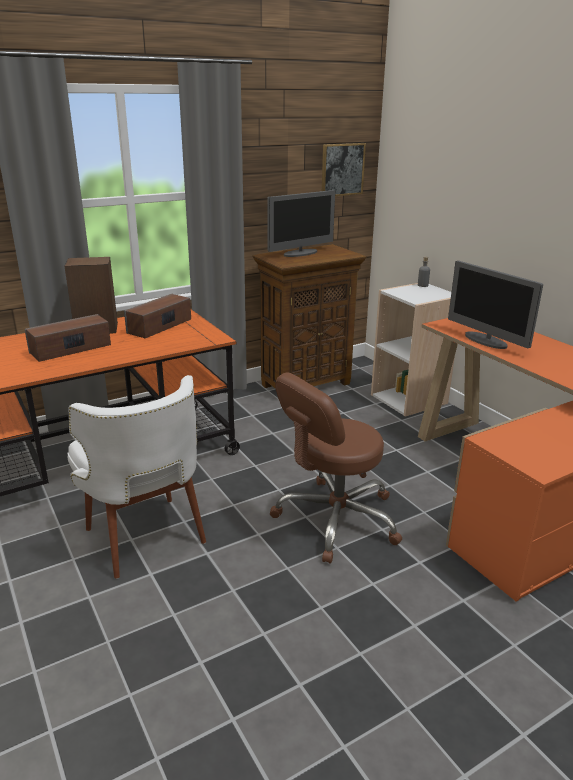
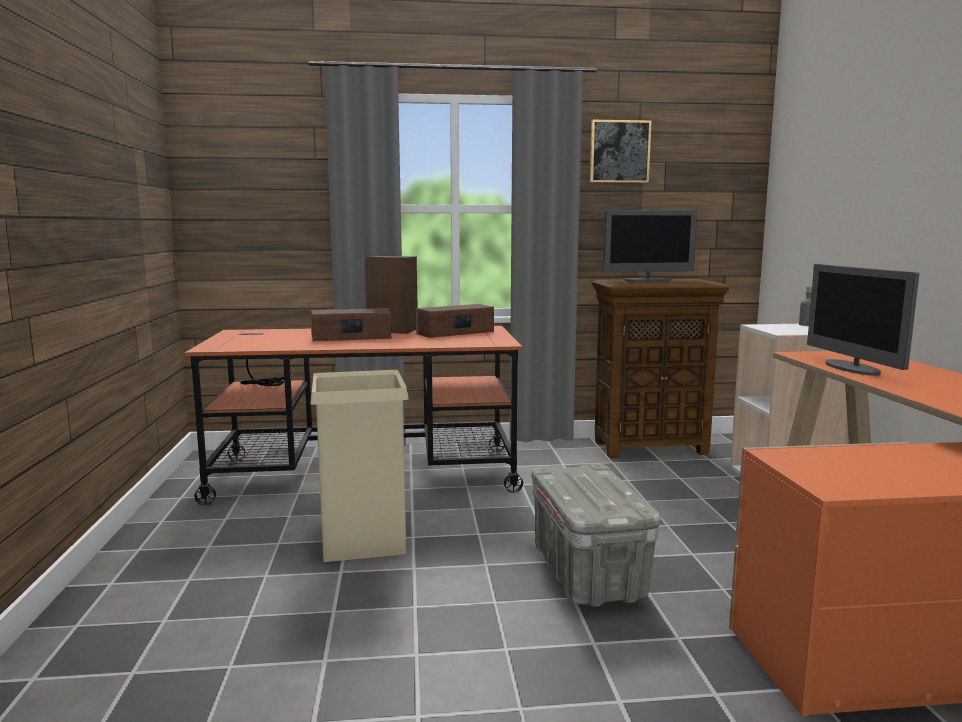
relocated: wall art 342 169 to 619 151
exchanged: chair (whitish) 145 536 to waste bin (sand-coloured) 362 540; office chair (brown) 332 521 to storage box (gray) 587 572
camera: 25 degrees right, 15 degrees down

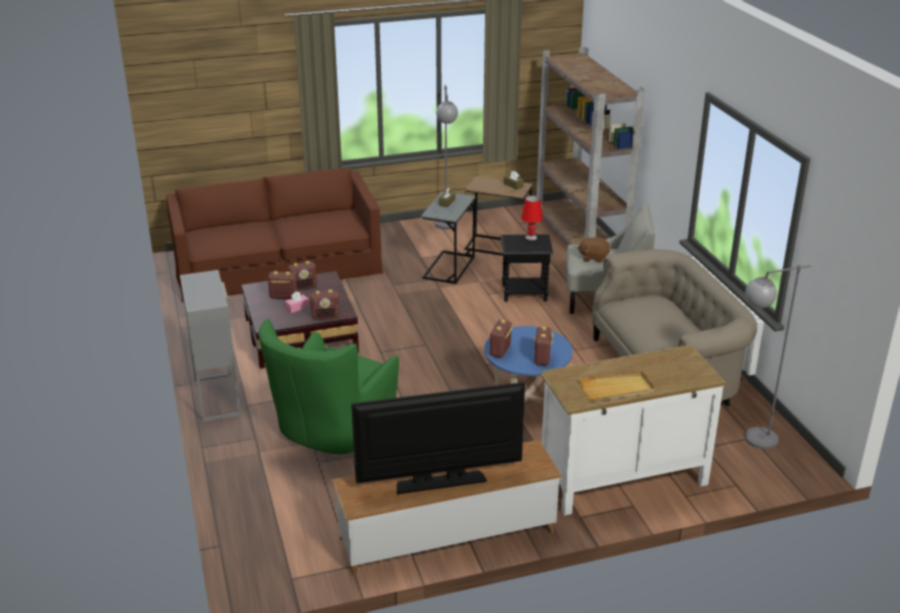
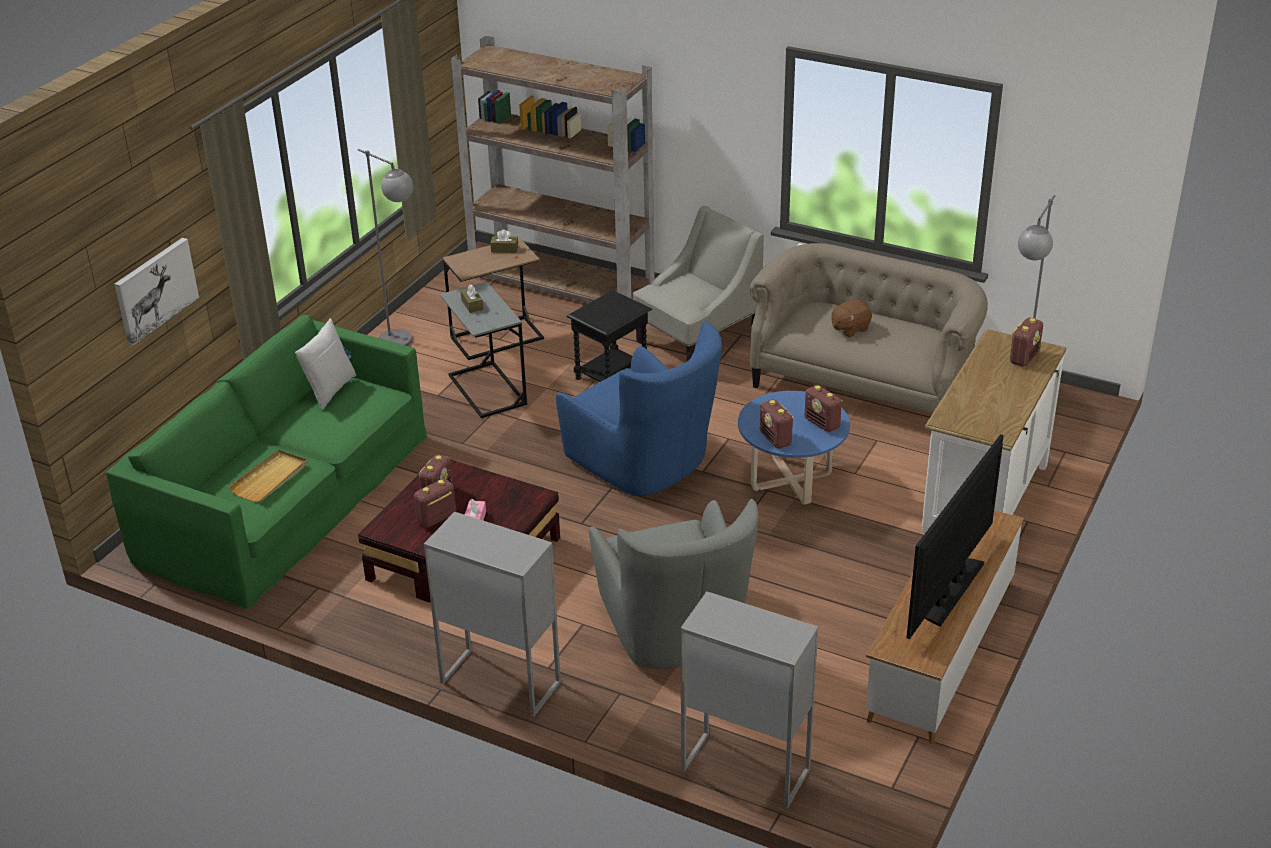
missing: lamp for a table (reddish) 531 237
appeared: wall art 155 290; pillow (gray) 330 391; easy chair (blue-coloured) 644 463; cupboard (gray) 744 768
relocated: radio set 326 316 to 1024 358; plush toy (brown) 593 258 to 849 328; carrying tray (sand-coloured) 617 389 to 270 478
colour: sofa (brown) 277 266 to sofa (greenish) 285 498; easy chair (greenish) 331 428 to easy chair (gray) 675 630
camera: 45 degrees left, 5 degrees up

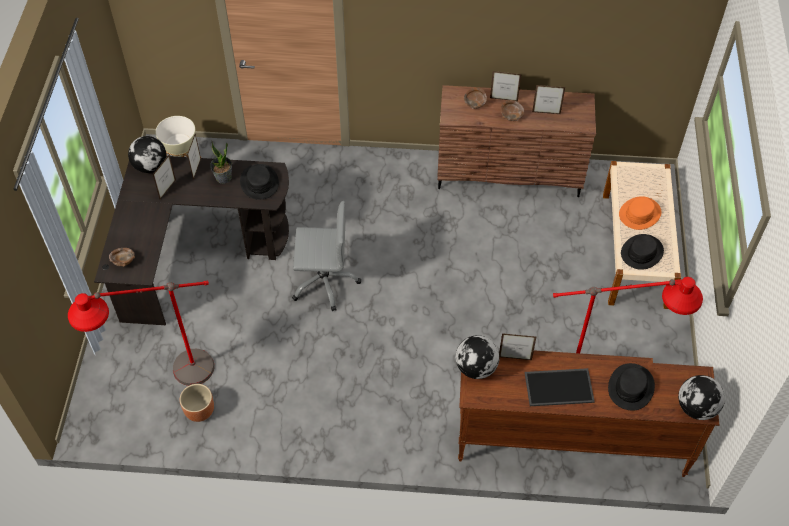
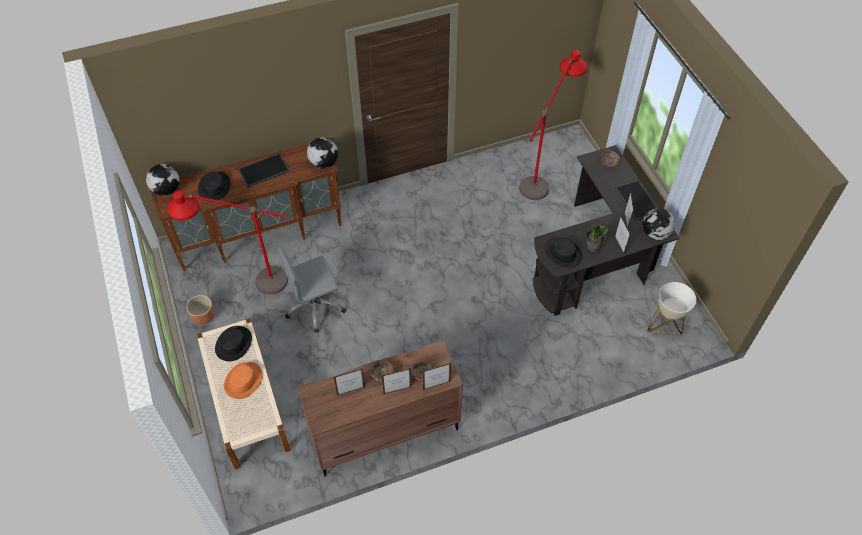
appeared: carrying tray 635 200
relocated: planter (brown) 199 411 to 204 317; office chair (gray) 324 282 to 315 307; picture frame 514 358 to 436 385
camera: 155 degrees right, 0 degrees up

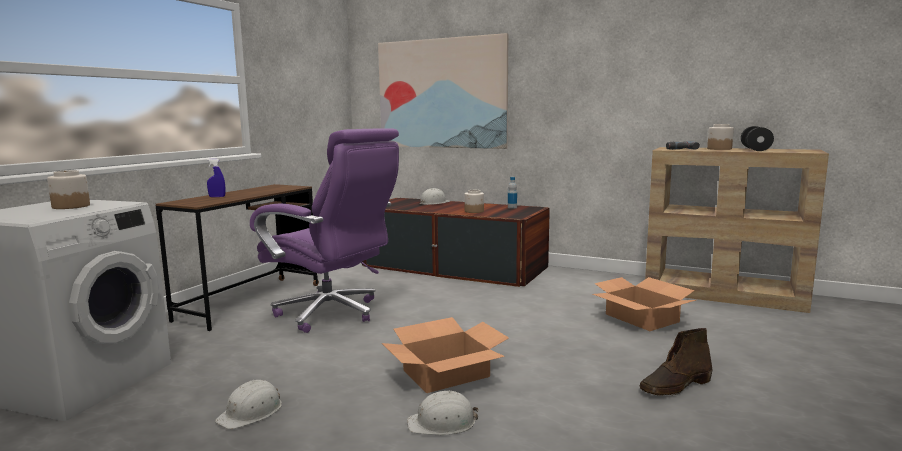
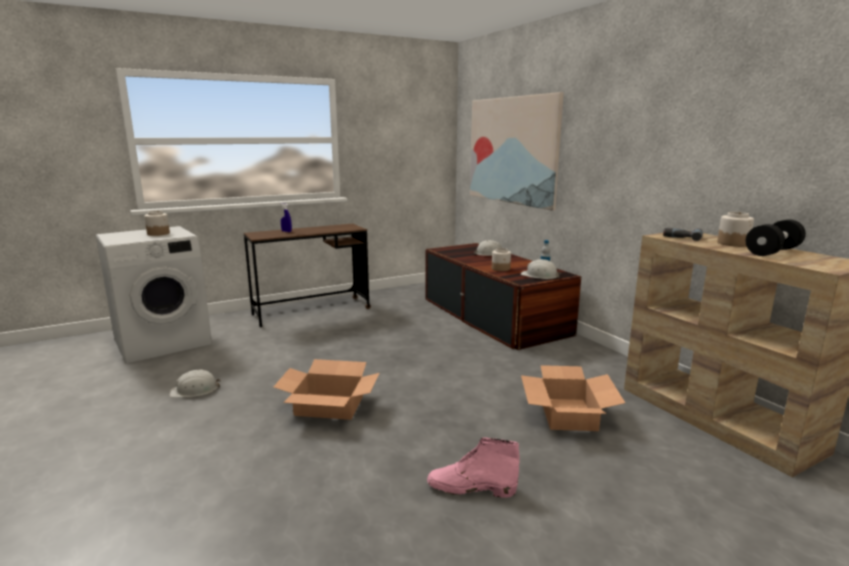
missing: office chair (purplish) 333 314
relocated: safety helmet (whitish) 442 423 to 539 275
colour: boot (brown) 675 386 to boot (pink-coloured) 470 488
camera: 35 degrees right, 5 degrees up

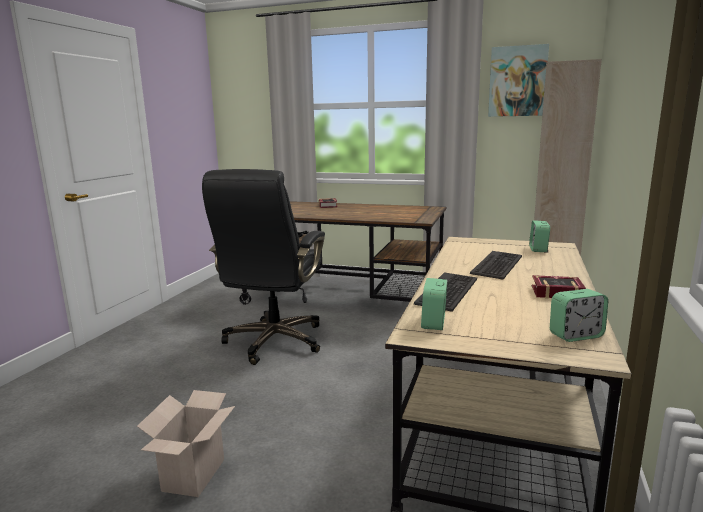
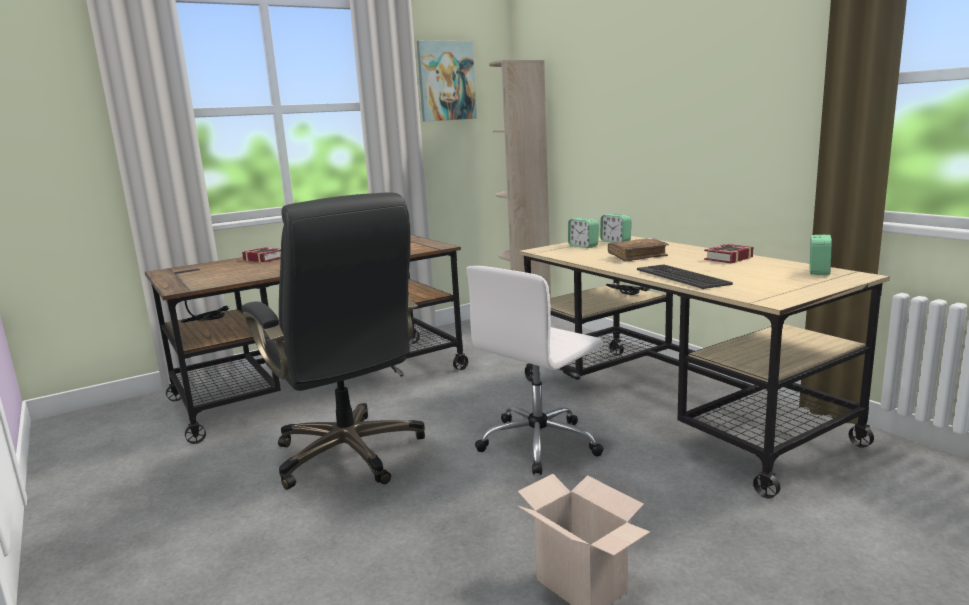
appeared: office chair (whitish) 540 443
relocated: table clock 434 323 to 583 246
exchanged: computer keyboard 498 265 to volume (brown) 637 256
camera: 50 degrees left, 0 degrees up

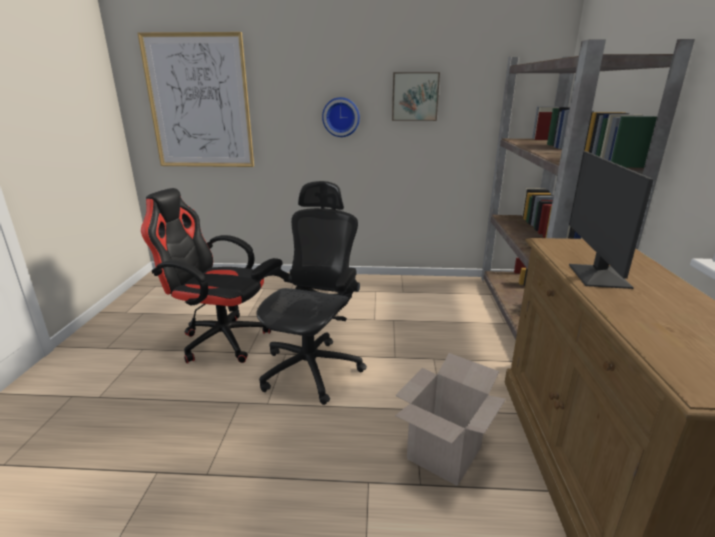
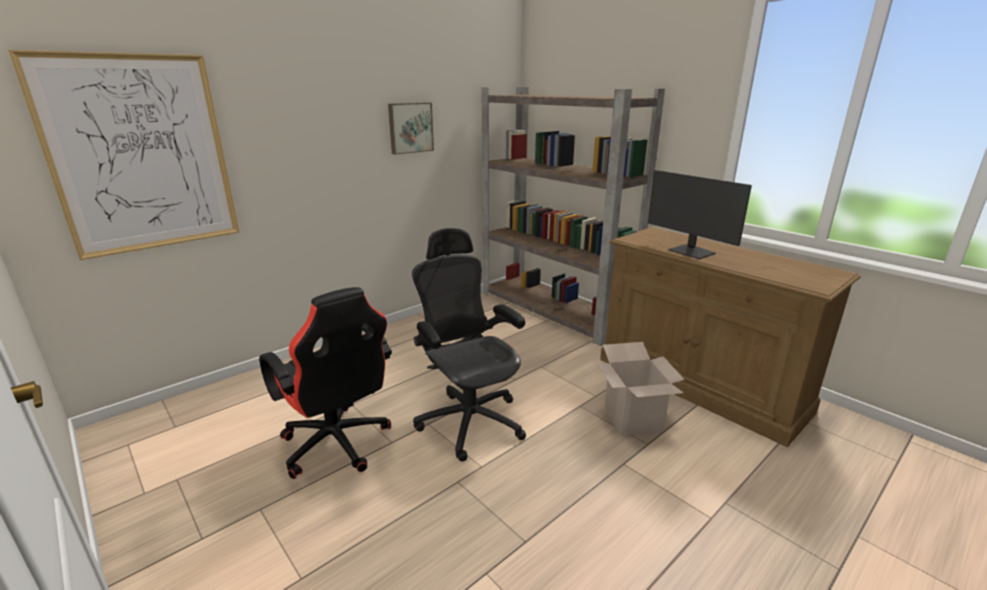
missing: wall clock 341 117
spun: office chair (black) 219 339 = 339 449 105 degrees counterclockwise
camera: 45 degrees left, 0 degrees up

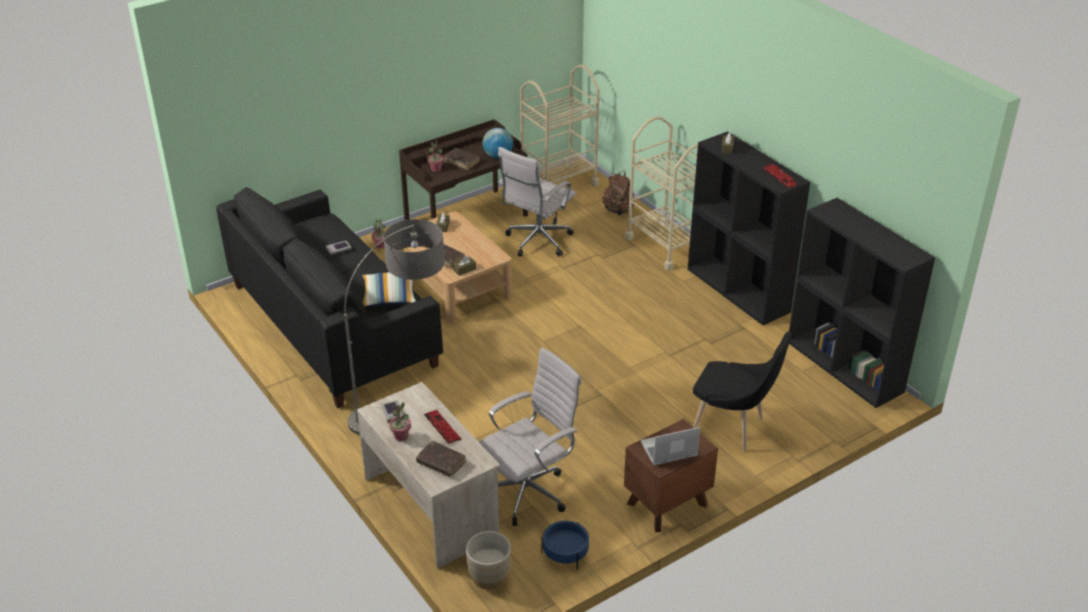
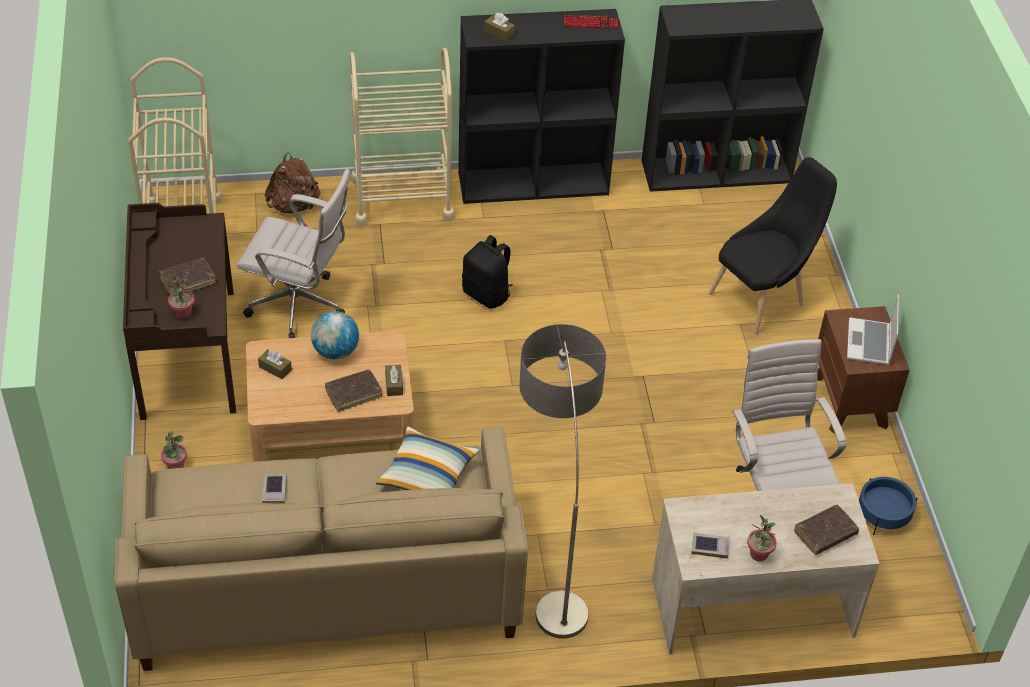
missing: computer keyboard 442 427; planter (sand-coloured) 489 576
appeared: rucksack (black) 487 294
relocated: globe 498 156 to 335 351
colour: sofa (black) 333 324 to sofa (sand-coloured) 326 583
spun: office chair (whitish) 536 242 = 301 307 45 degrees counterclockwise
camera: 65 degrees left, 10 degrees up

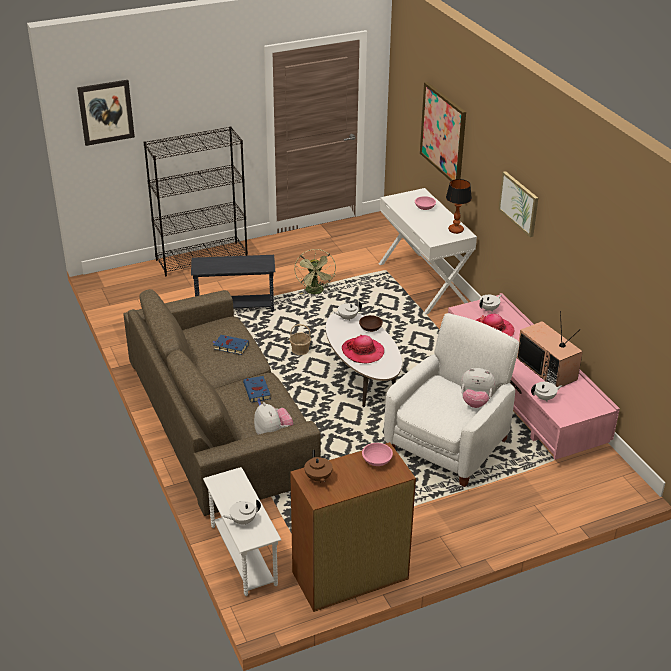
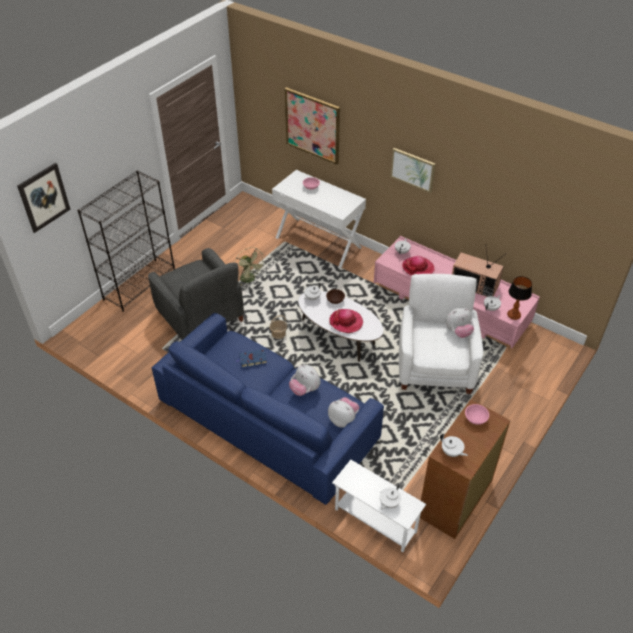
relocated: lamp for a table 456 230 to 514 315
exchanged: side table (gray) 235 307 to easy chair (gray) 200 317; volume (blue-coloured) 257 392 to plush toy 305 389
colour: sofa (brown) 220 419 to sofa (blue-coloured) 268 418; tea pot (brown) 318 478 to tea pot (whitish) 451 452
camera: 30 degrees left, 10 degrees up

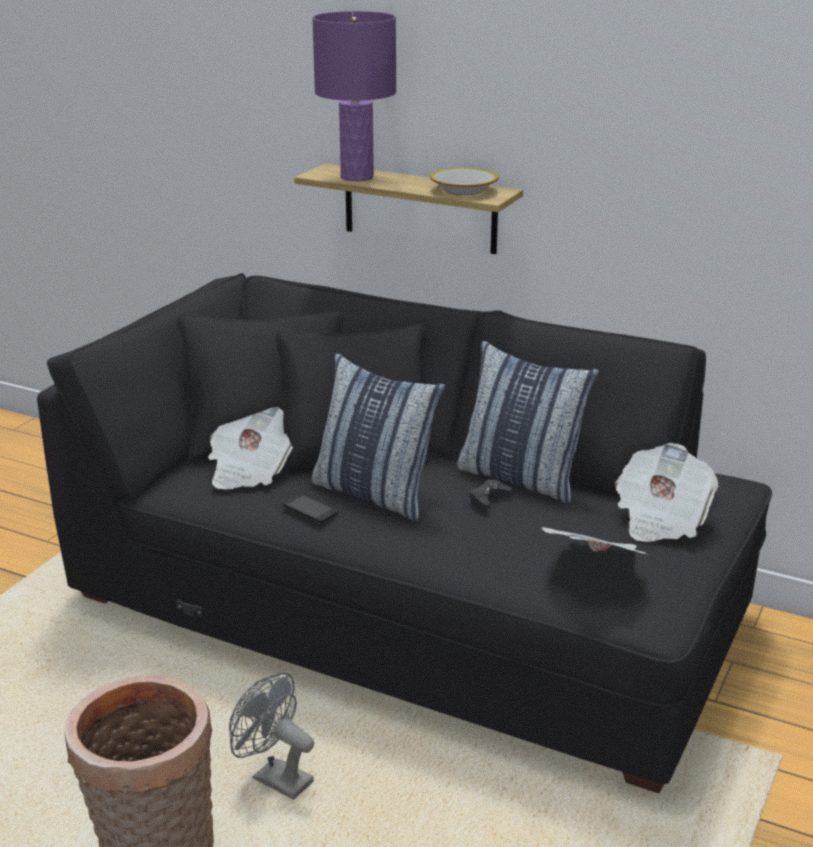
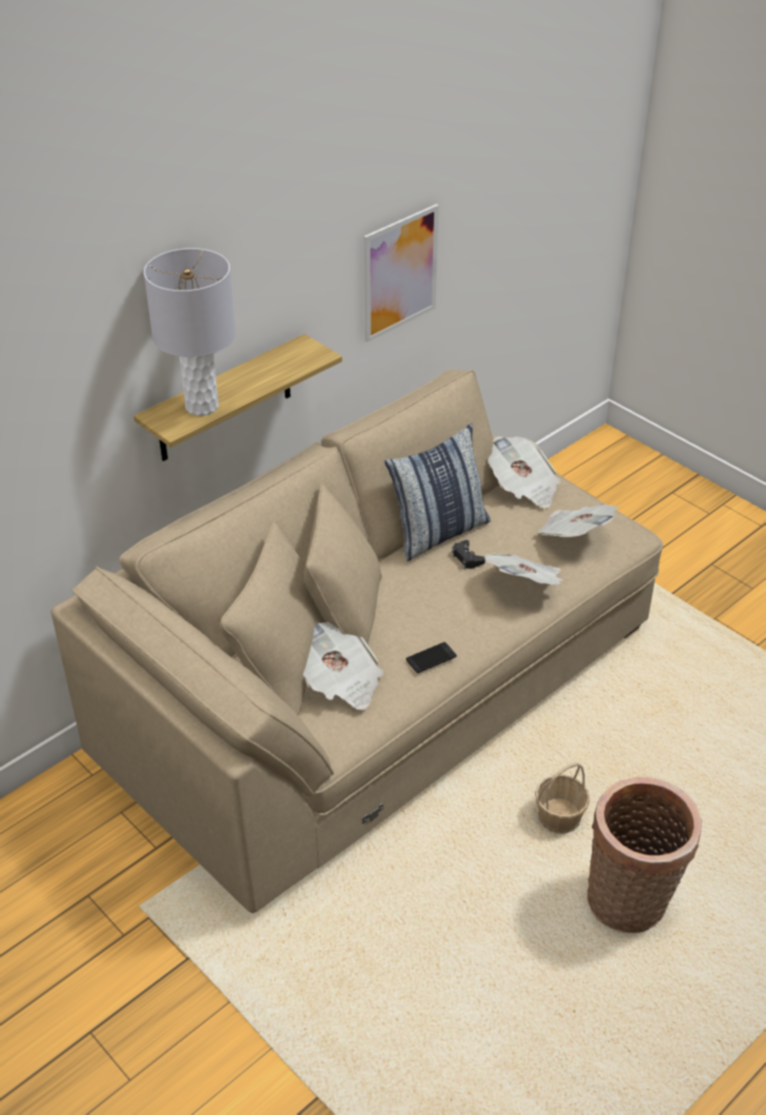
missing: pillow 374 494; bowl 463 190
appeared: wall art 400 273; daily paper 526 584
exchanged: cooling fan (gray) 274 778 to household basket 559 817
colour: sofa (black) 408 608 to sofa (sand-coloured) 383 689; lamp for a table (purplish) 357 177 to lamp for a table (gray) 202 406
camera: 70 degrees left, 15 degrees up

